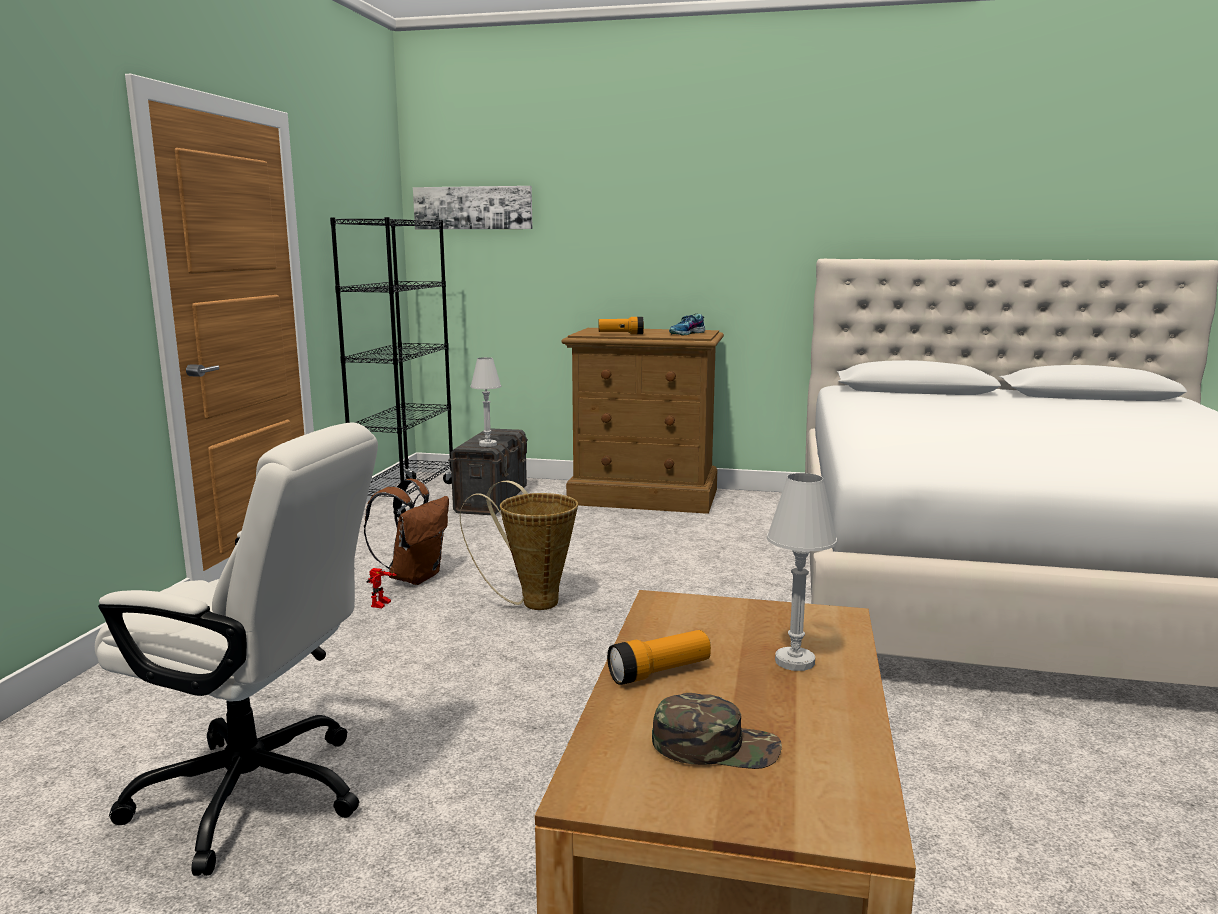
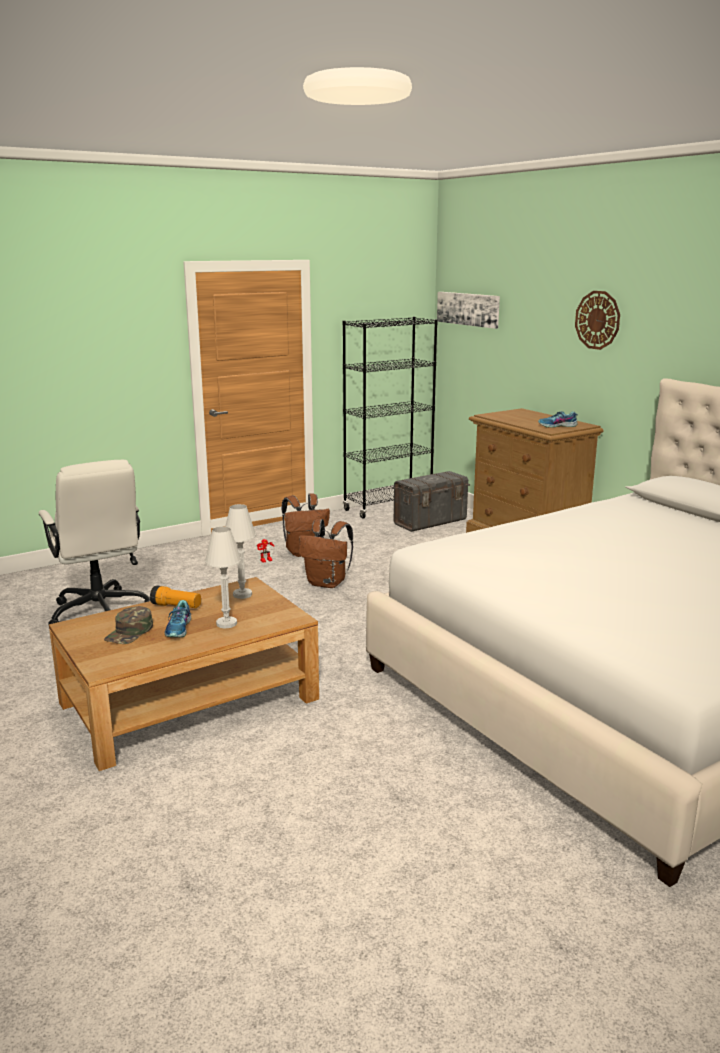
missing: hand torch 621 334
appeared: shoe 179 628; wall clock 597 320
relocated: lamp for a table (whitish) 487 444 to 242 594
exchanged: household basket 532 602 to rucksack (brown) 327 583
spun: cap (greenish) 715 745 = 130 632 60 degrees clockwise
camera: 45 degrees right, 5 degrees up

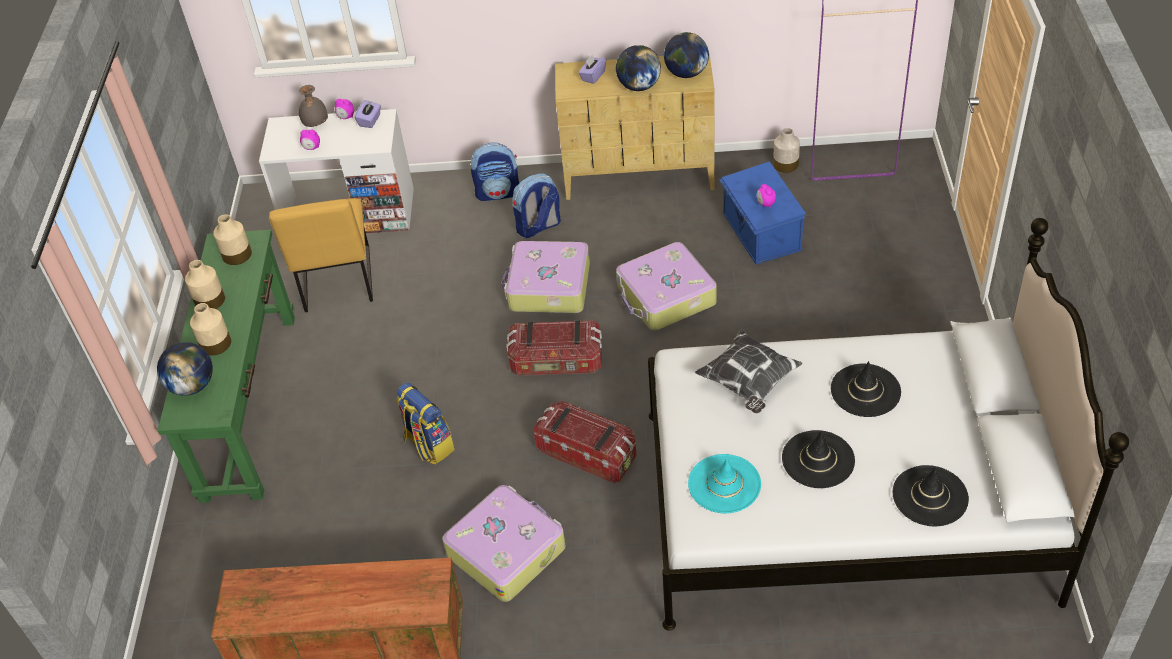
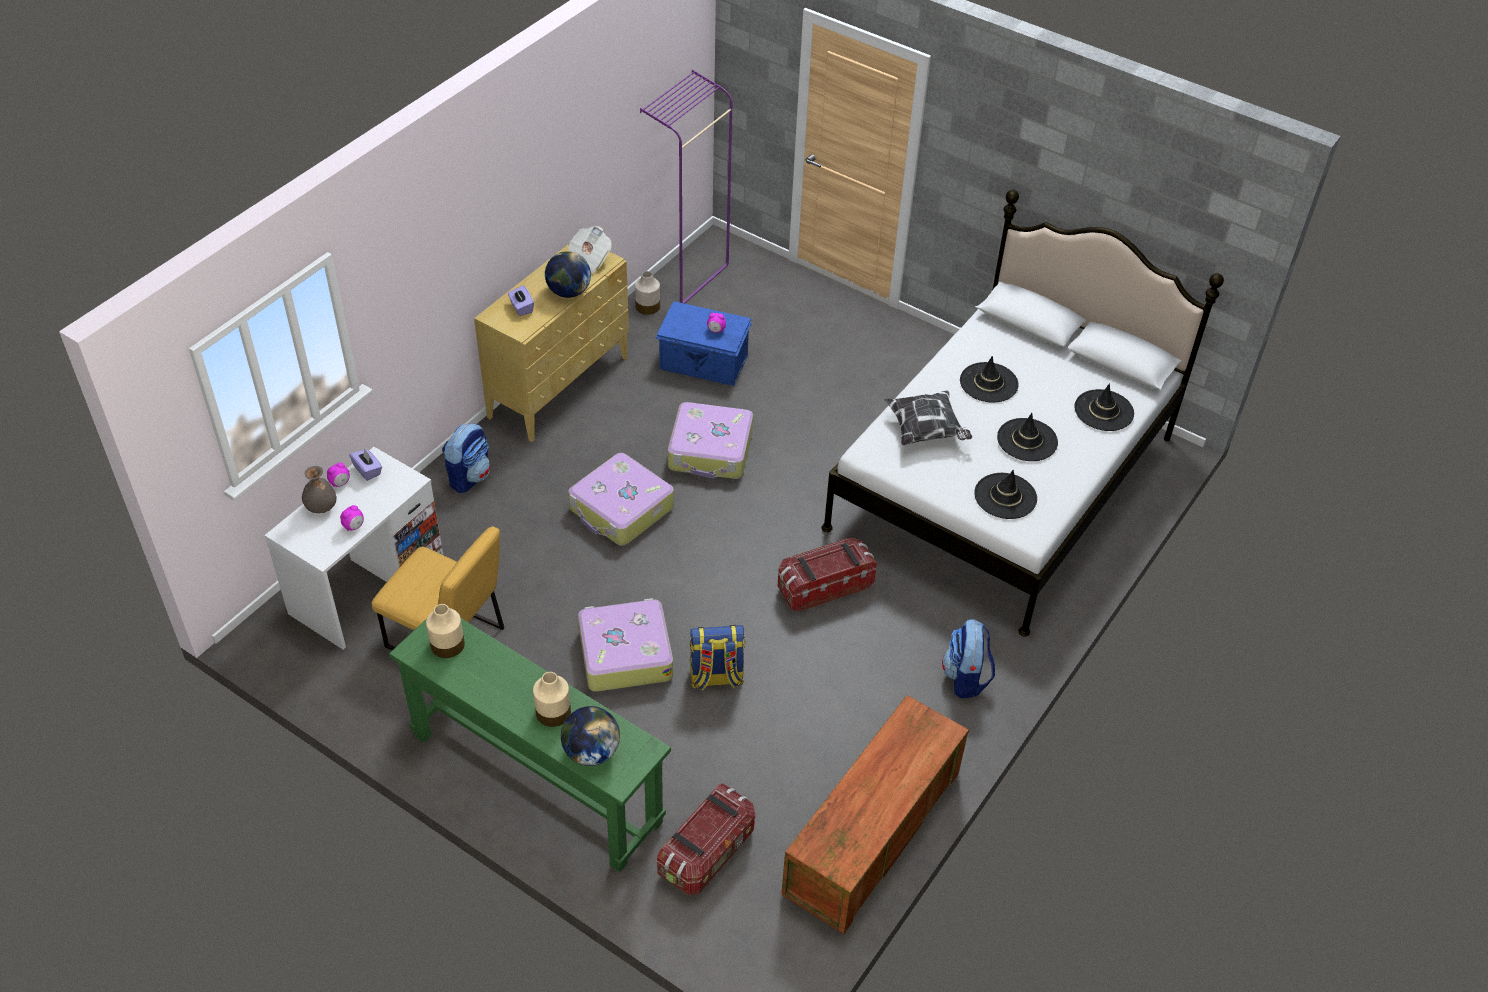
missing: decorative vase (sand-coloured) 209 300
relocated: piece of luggage 506 550 to 624 653; storage box 557 363 to 707 852; rucksack 538 227 to 965 678
exchanged: globe 686 73 to daily paper 587 261
colour: wearable hat (blue-green) 724 484 to wearable hat (black) 1005 496
camera: 60 degrees left, 0 degrees up

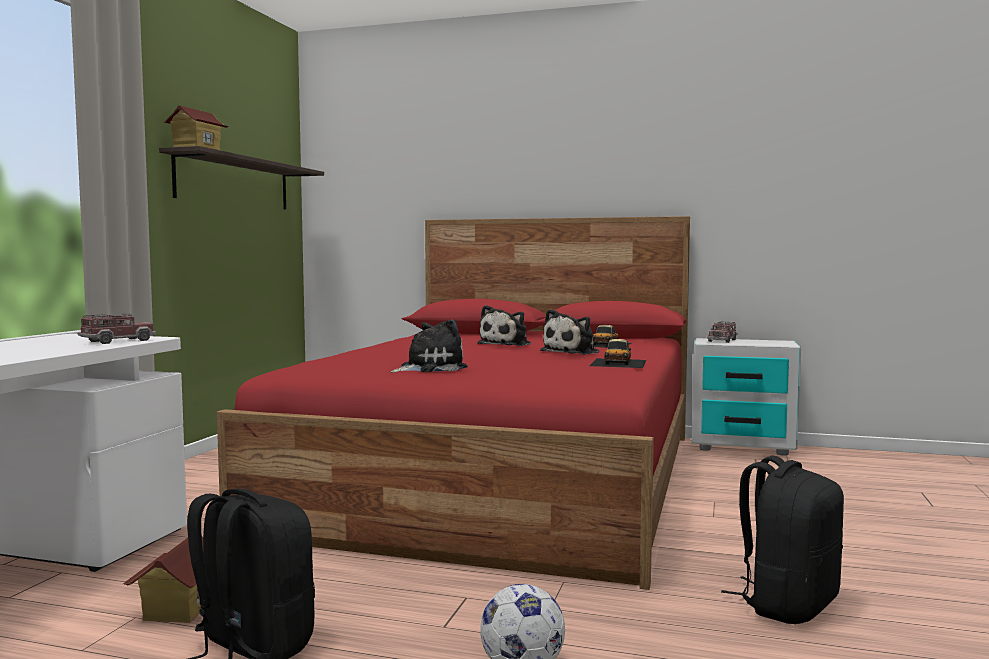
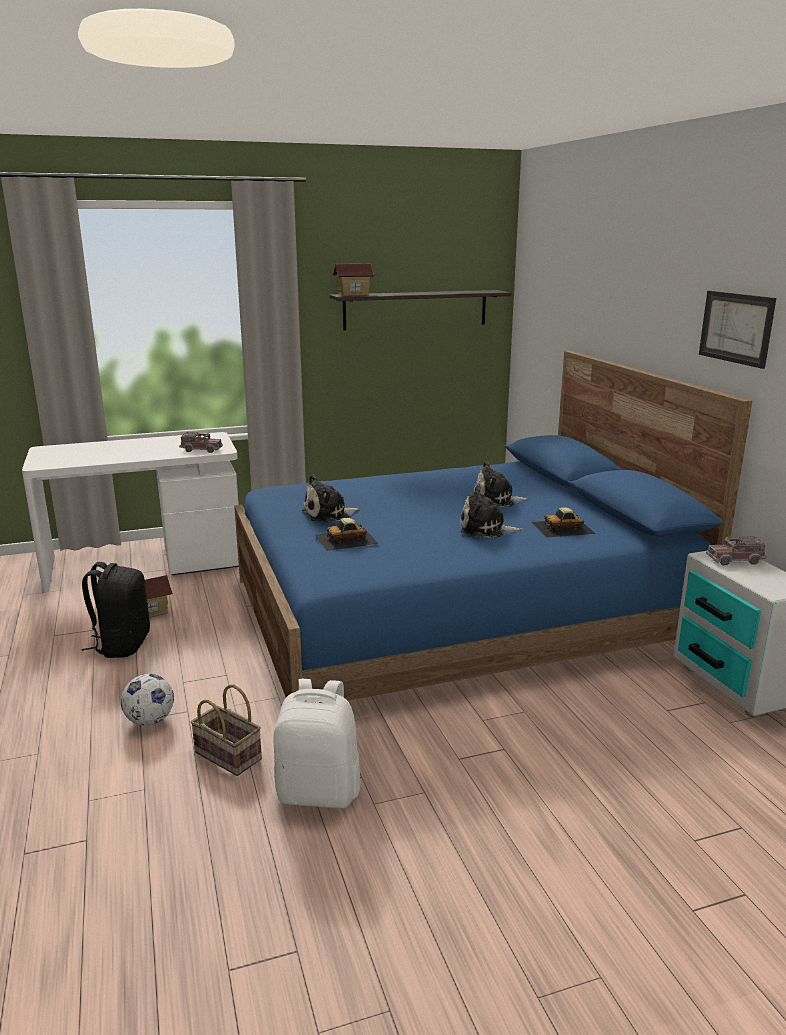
appeared: household basket 230 756; wall art 736 328
relocated: toy car 619 362 to 346 539
colour: sleeping bed (reddish) 504 478 to sleeping bed (blue-coloured) 457 612; rucksack (black) 787 605 to rucksack (whitish) 319 792
spun: plush toy 429 368 = 329 515 135 degrees clockwise
camera: 55 degrees right, 15 degrees up

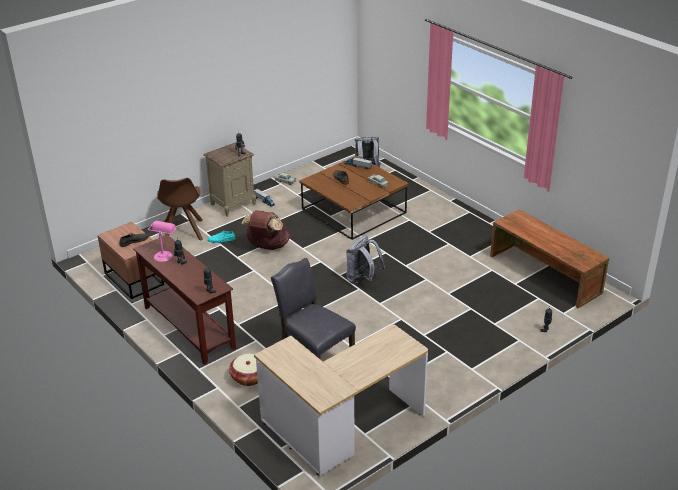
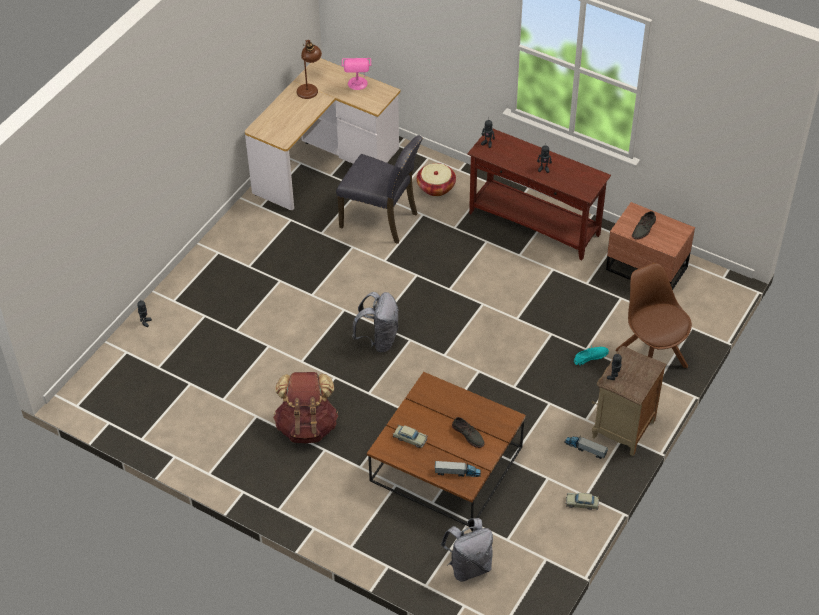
missing: indoor bench (brown) 546 274
appeared: lamp for a table (brown) 309 85
relocated: lamp for a table (pink-coloured) 164 254 to 358 86; rucksack (brown) 267 247 to 307 426
camera: 160 degrees right, 15 degrees up

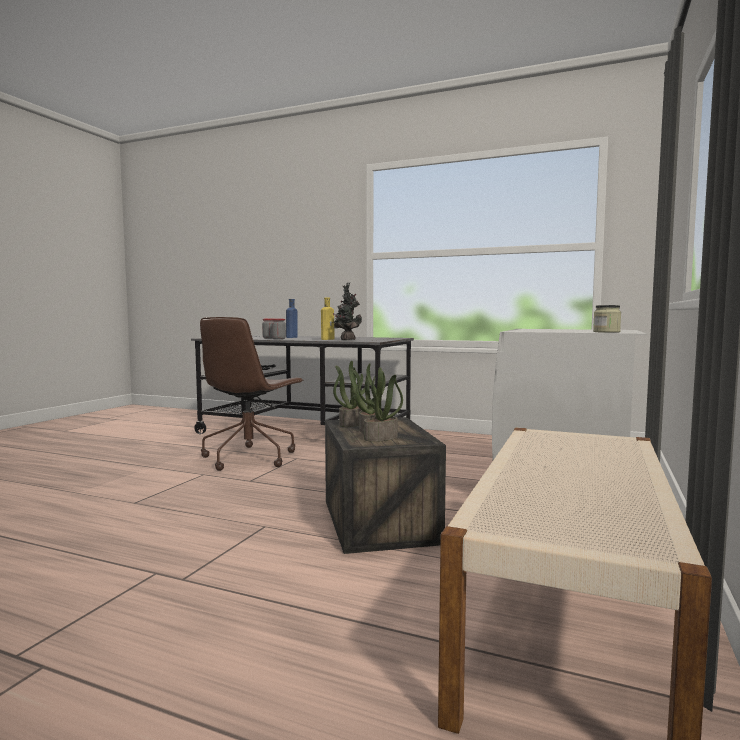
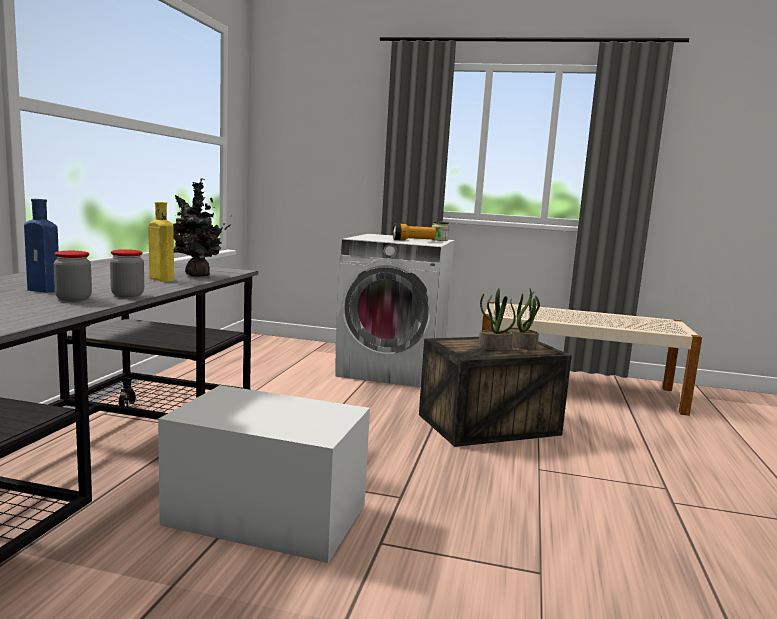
missing: houseplant 351 423
appeared: hand torch 413 240
exchanged: office chair (brown) 251 457 to storage box (whitish) 267 514
camera: 100 degrees left, 5 degrees up

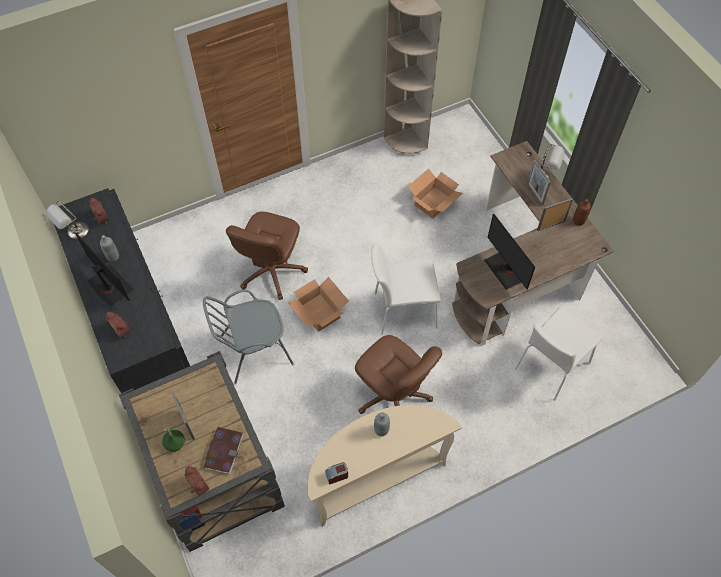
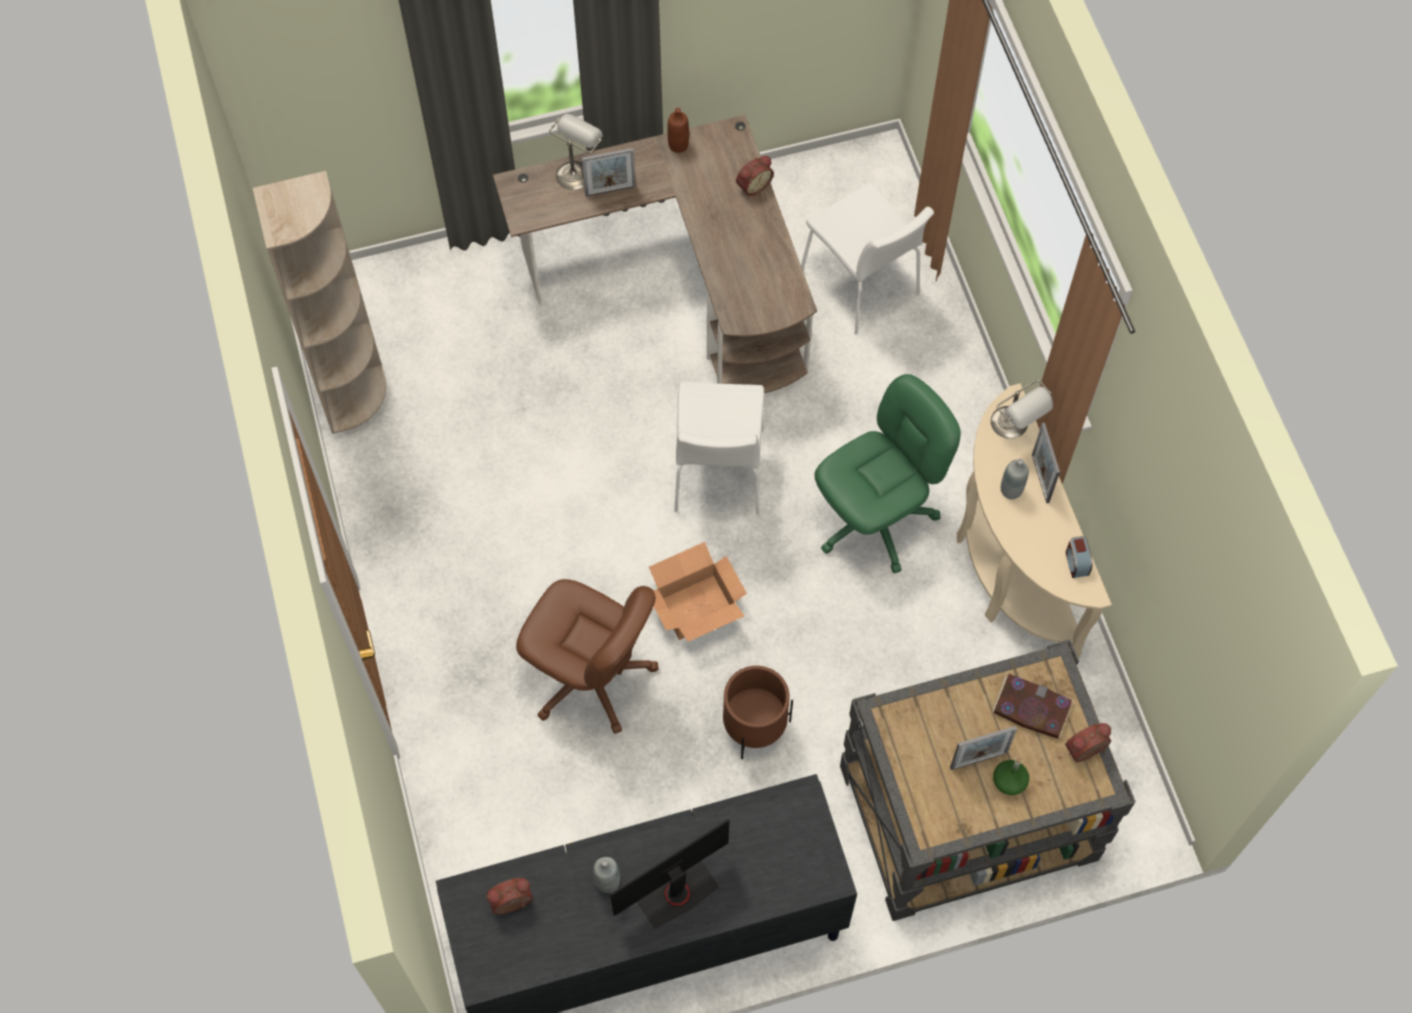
missing: packing box 434 202; monitor 506 269
relocated: lamp for a table (whitish) 74 233 to 1015 427; table clock 122 330 to 753 185; picture frame 551 225 to 1040 478
exchanged: chair (gray) 253 352 to planter (brown) 754 726
colour: office chair (brown) 393 395 to office chair (greenish) 875 517
camera: 80 degrees left, 5 degrees up

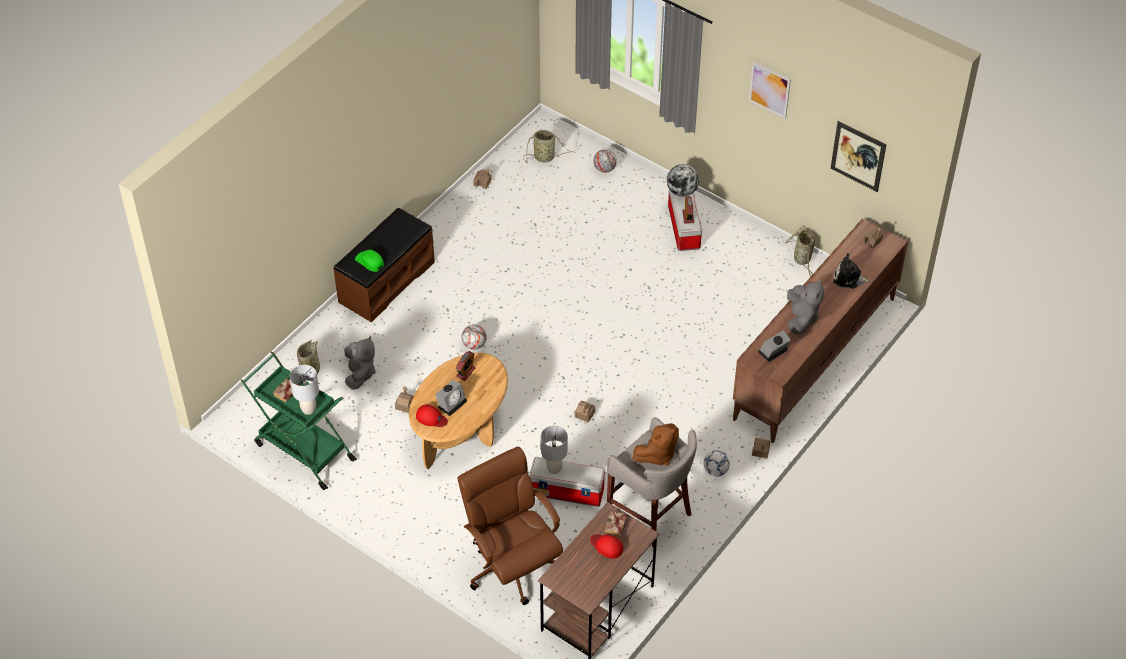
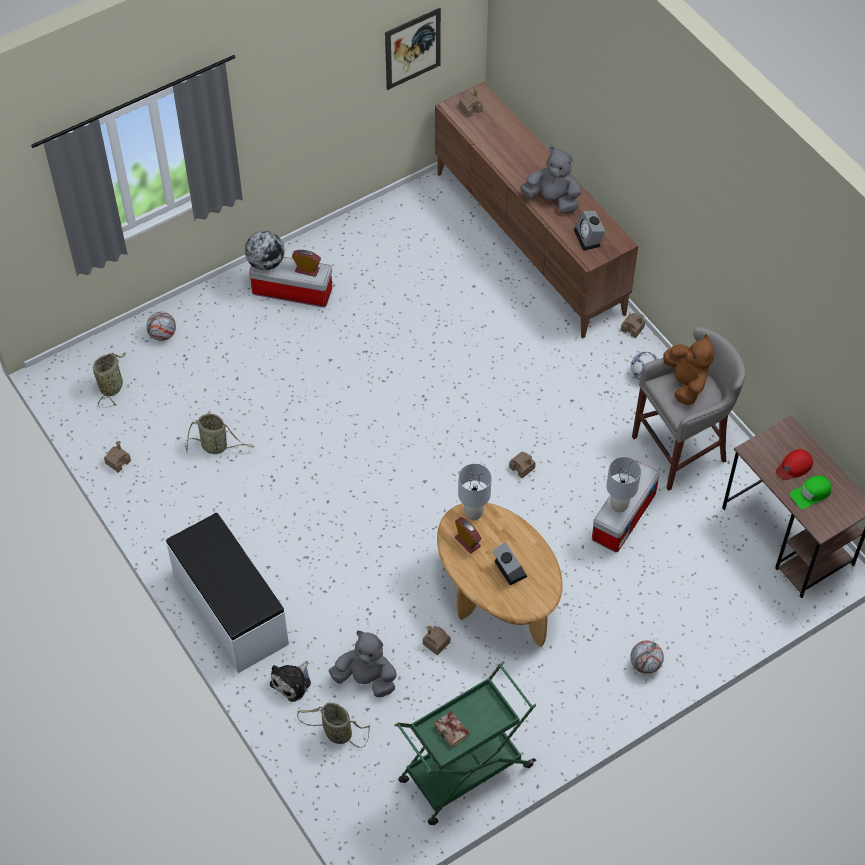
missing: cap (reddish) 431 418; office chair (brown) 511 566; volume 616 526; wall art 769 89
relocated: lamp for a table (gray) 309 409 to 473 513; cap (greenish) 370 262 to 811 494; football ball 474 345 to 645 664; household basket 802 260 to 216 446; plush toy 849 278 to 292 682
colour: indoor bench (brown) 386 282 to indoor bench (whitish) 229 610
camera: 70 degrees left, 5 degrees up

